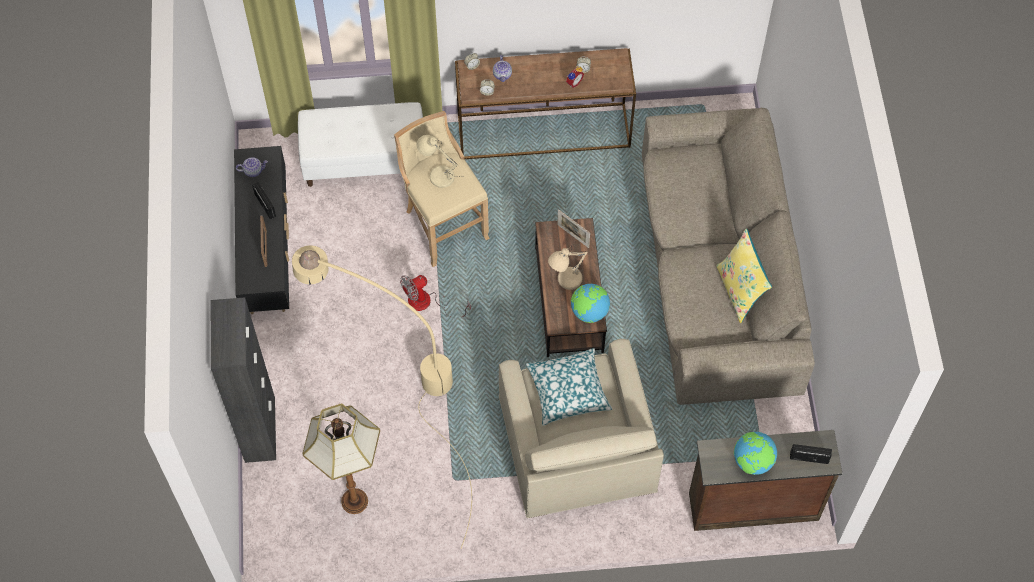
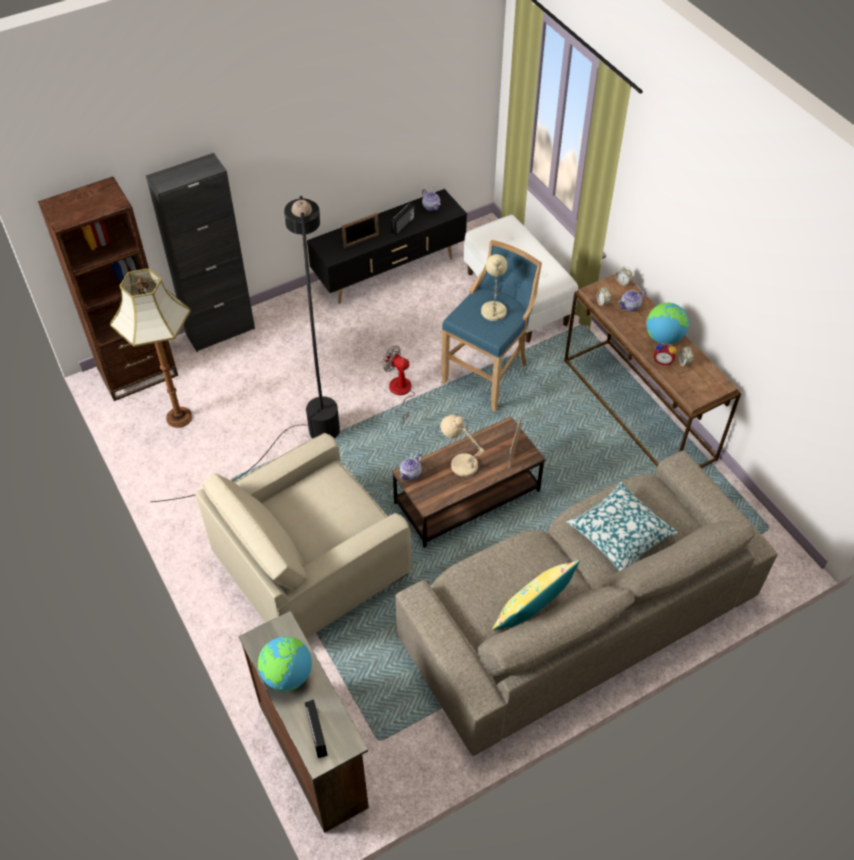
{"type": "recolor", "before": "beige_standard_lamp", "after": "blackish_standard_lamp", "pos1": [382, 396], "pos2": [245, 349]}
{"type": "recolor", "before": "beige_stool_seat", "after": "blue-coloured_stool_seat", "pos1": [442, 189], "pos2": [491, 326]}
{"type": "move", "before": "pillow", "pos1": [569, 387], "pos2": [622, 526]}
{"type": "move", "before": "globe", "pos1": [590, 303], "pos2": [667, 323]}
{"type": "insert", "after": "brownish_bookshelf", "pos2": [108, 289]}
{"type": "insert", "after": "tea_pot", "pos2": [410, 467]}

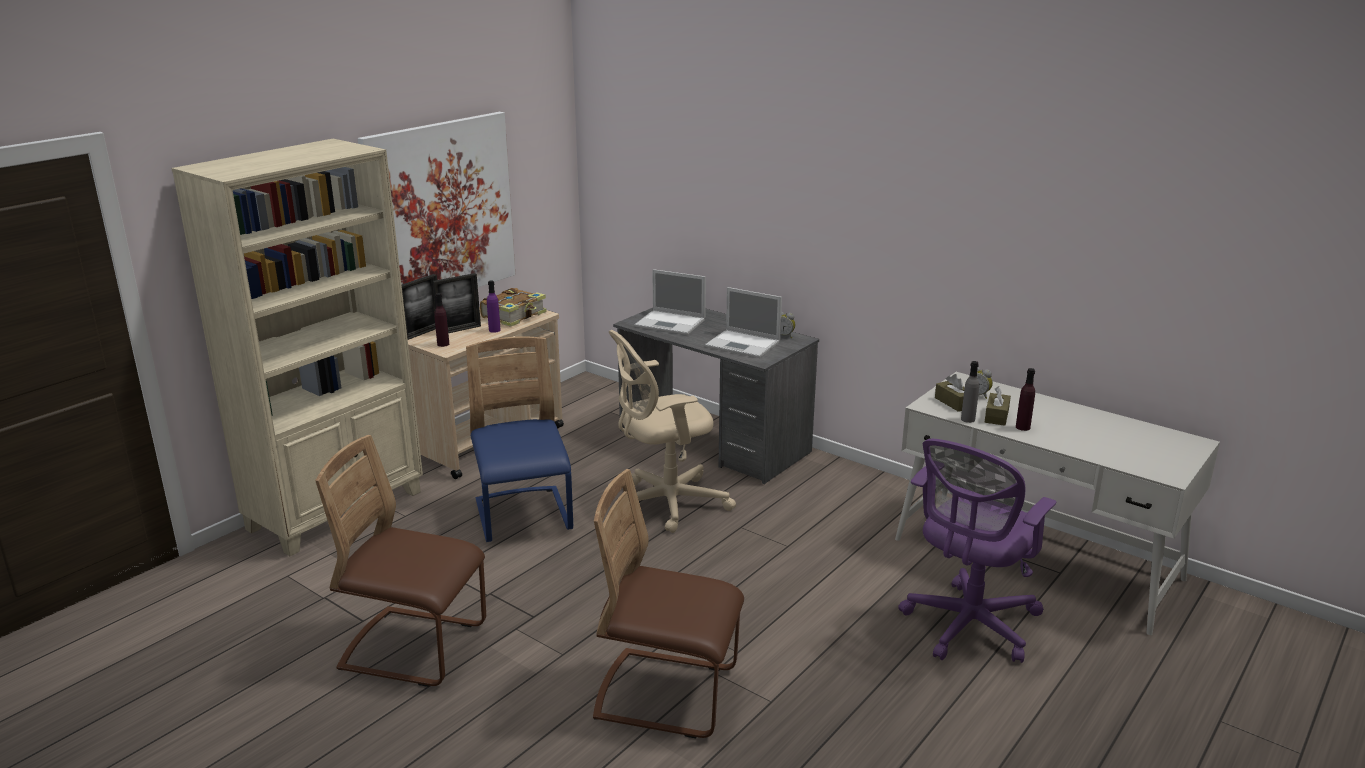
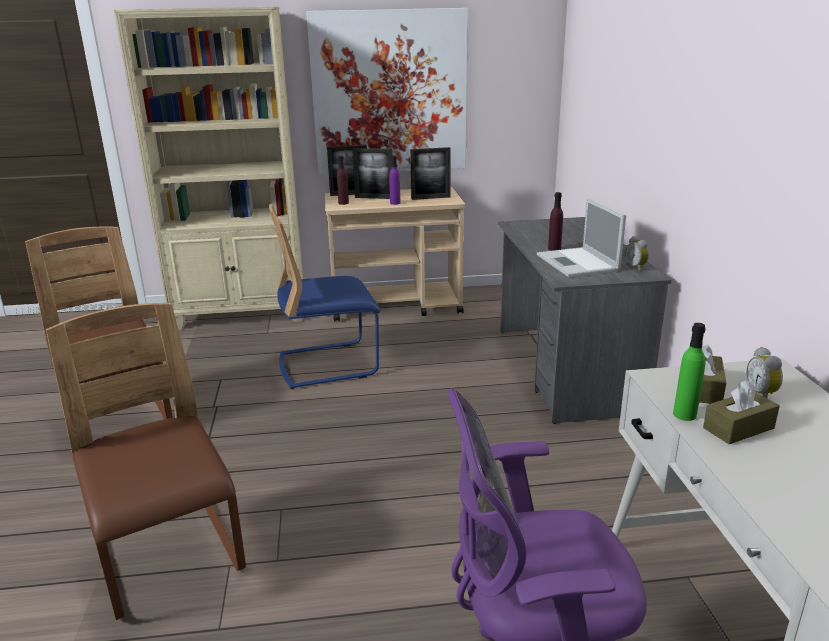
{"type": "rotate", "before": "blue-coloured_chair", "pos1": [519, 439], "pos2": [324, 296], "turn": -135}
{"type": "replace", "before": "bound_book", "after": "photo_frame", "pos1": [513, 307], "pos2": [430, 173]}
{"type": "delete", "before": "beige_desk_chair", "pos1": [672, 431]}
{"type": "delete", "before": "laptop", "pos1": [670, 302]}
{"type": "recolor", "before": "greyish_beverage_bottle", "after": "green_beverage_bottle", "pos1": [970, 392], "pos2": [689, 372]}
{"type": "move", "before": "purple_beverage_bottle", "pos1": [1025, 399], "pos2": [555, 221]}

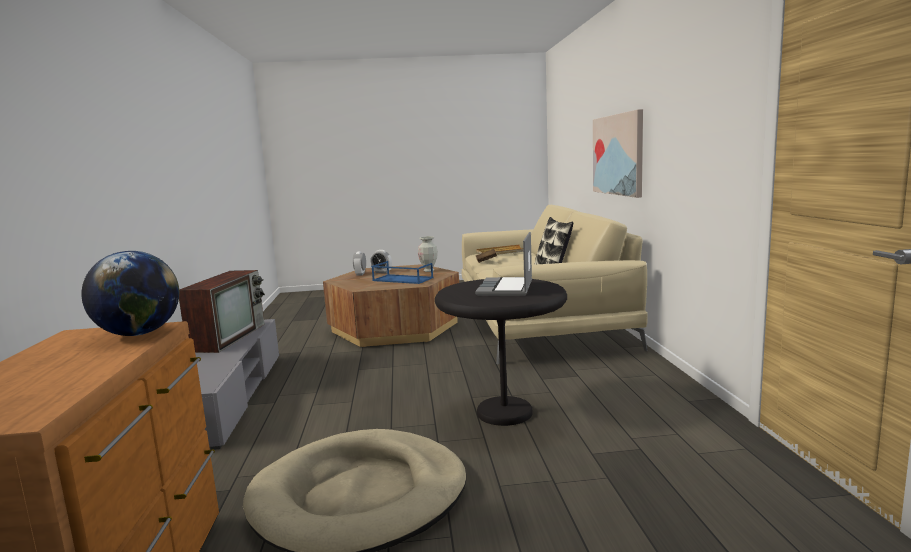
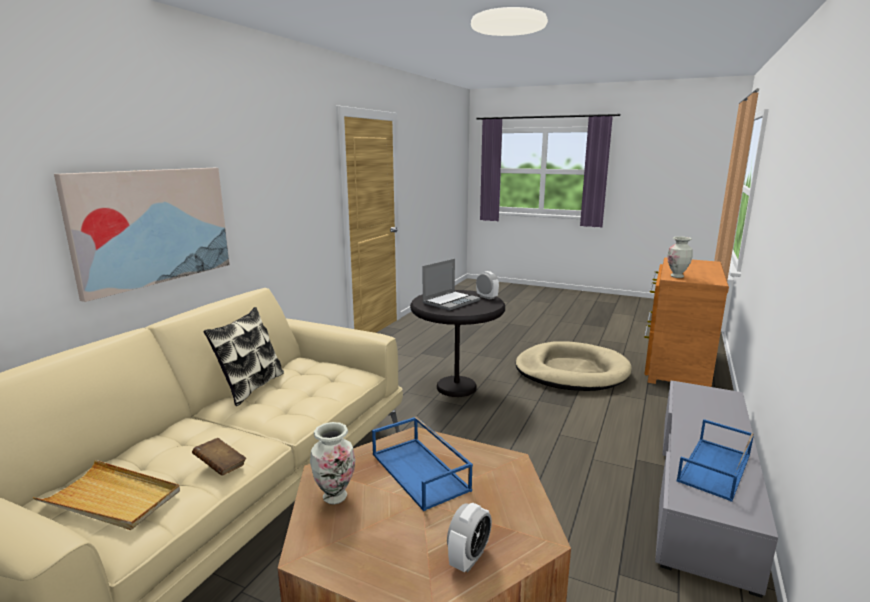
{"type": "replace", "before": "globe", "after": "flower_vase", "pos1": [130, 293], "pos2": [680, 257]}
{"type": "replace", "before": "television", "after": "blue-coloured_serving_tray", "pos1": [222, 311], "pos2": [715, 460]}
{"type": "move", "before": "alarm_clock", "pos1": [381, 261], "pos2": [487, 285]}

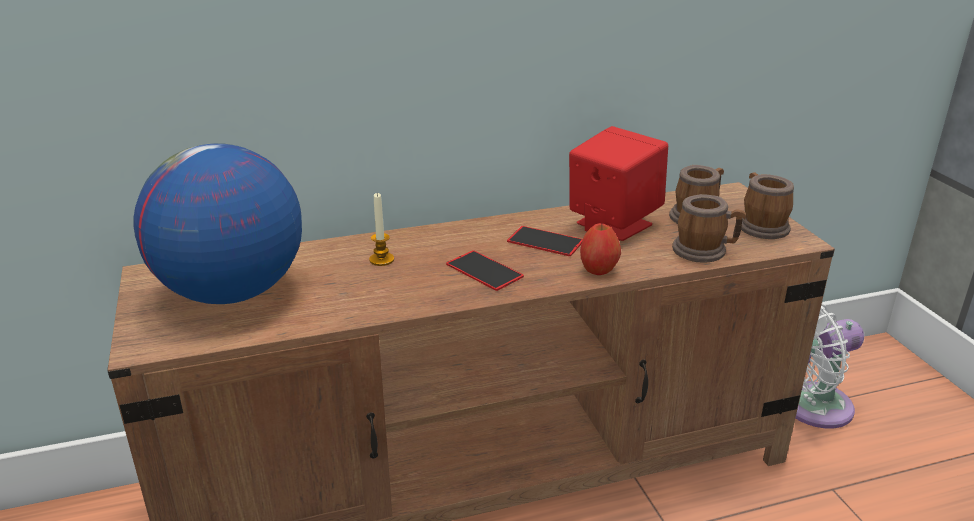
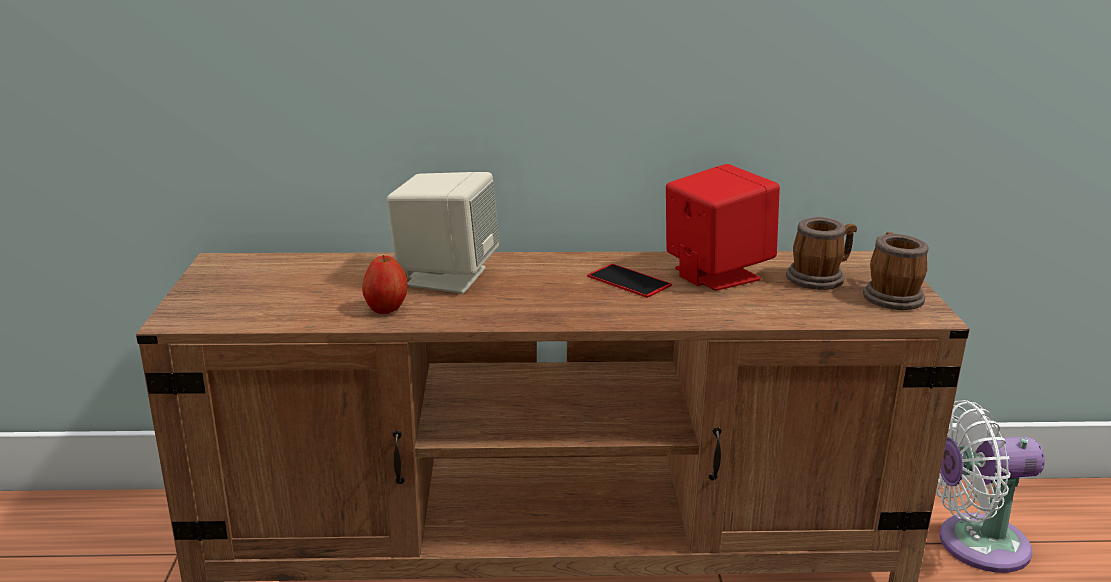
{"type": "delete", "before": "globe", "pos1": [218, 223]}
{"type": "replace", "before": "wax_candle", "after": "beige_speaker", "pos1": [381, 229], "pos2": [443, 233]}
{"type": "delete", "before": "handset", "pos1": [485, 270]}
{"type": "move", "before": "apple", "pos1": [600, 249], "pos2": [385, 284]}
{"type": "delete", "before": "tea_mug", "pos1": [709, 228]}

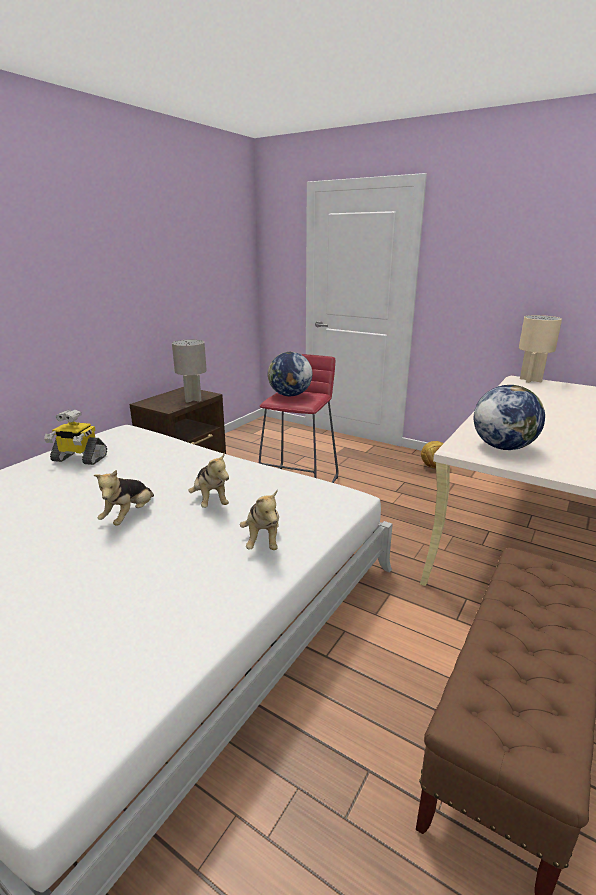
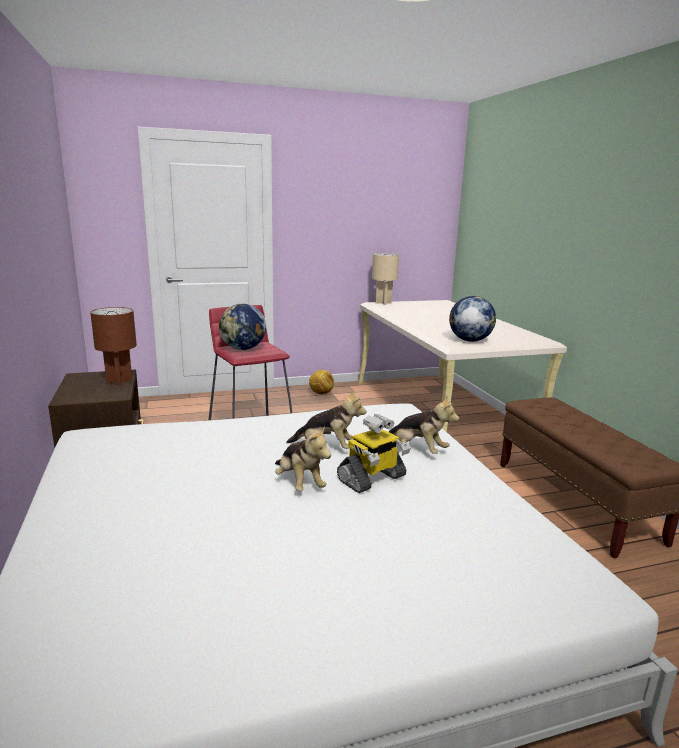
{"type": "move", "before": "toy_robot", "pos1": [75, 437], "pos2": [374, 453]}
{"type": "recolor", "before": "greyish_table_lamp", "after": "brownish_table_lamp", "pos1": [189, 371], "pos2": [113, 346]}

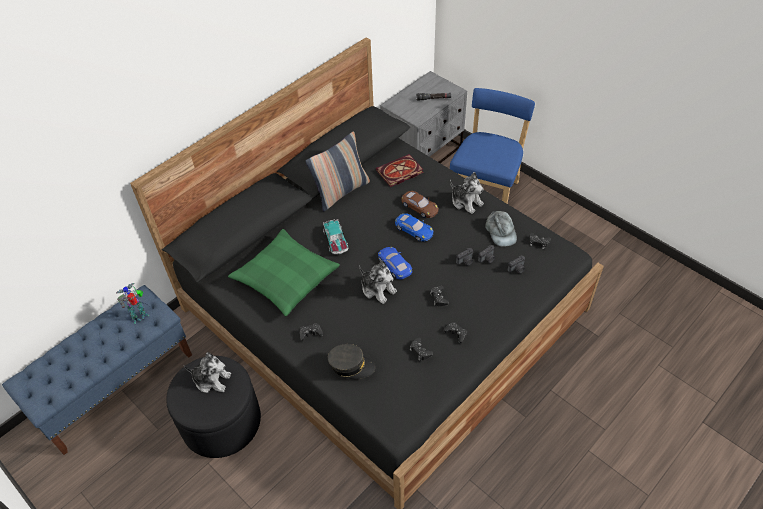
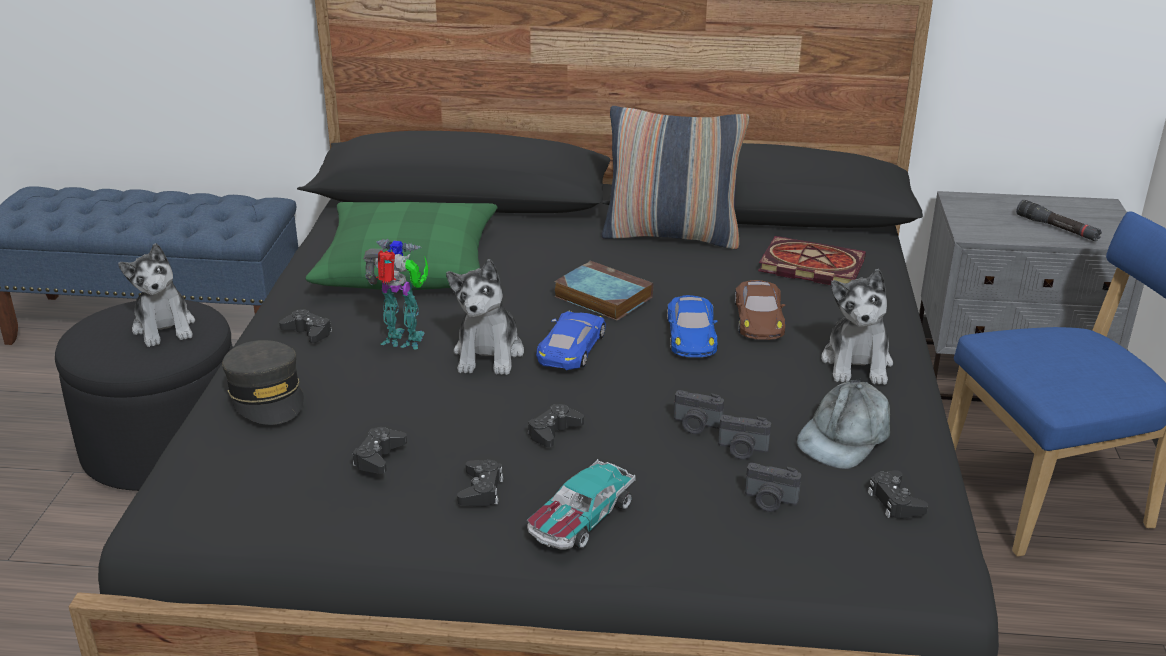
{"type": "move", "before": "toy_robot", "pos1": [132, 303], "pos2": [396, 293]}
{"type": "move", "before": "miniature_car", "pos1": [335, 236], "pos2": [581, 504]}
{"type": "insert", "after": "bound_book", "pos2": [603, 291]}

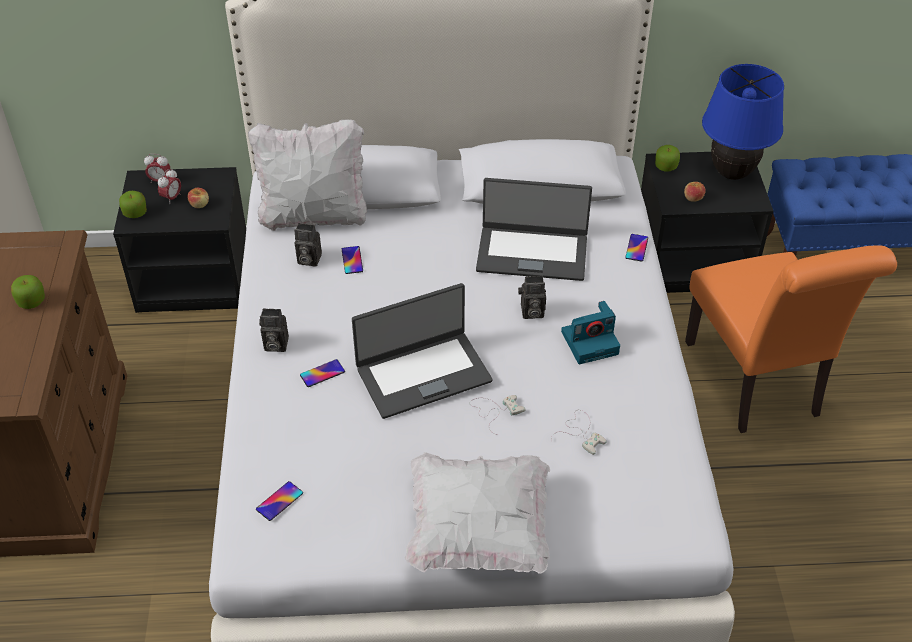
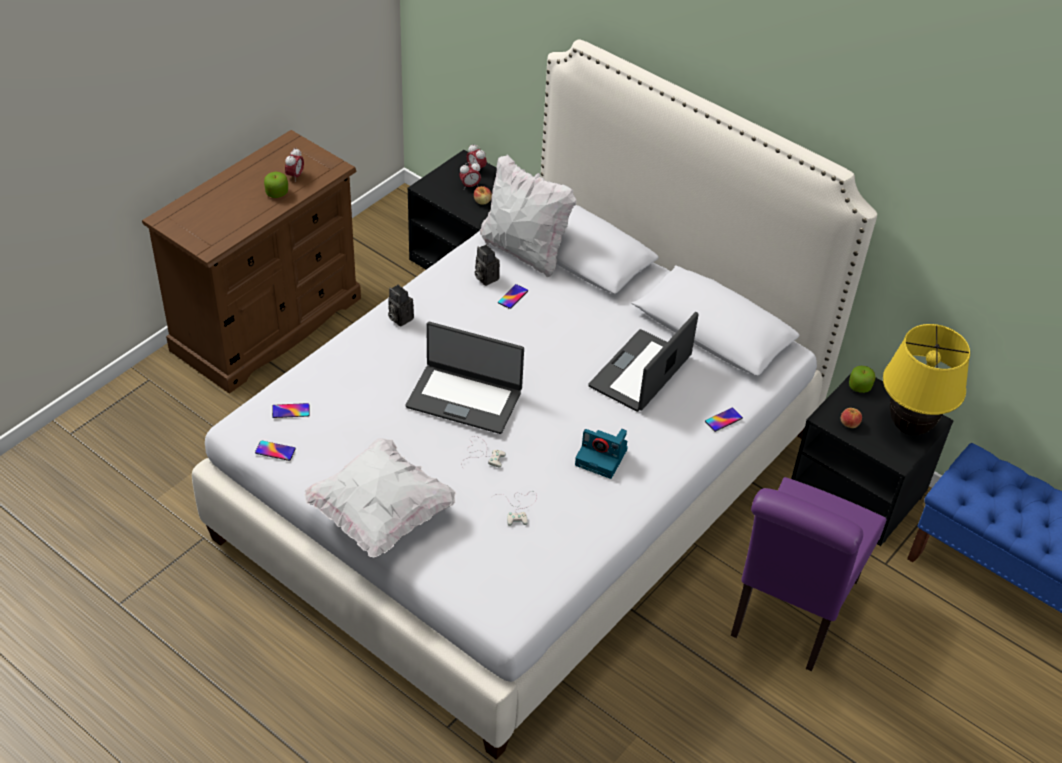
{"type": "delete", "before": "apple", "pos1": [133, 204]}
{"type": "move", "before": "handset", "pos1": [322, 373], "pos2": [275, 451]}
{"type": "rotate", "before": "laptop", "pos1": [534, 229], "pos2": [643, 362], "turn": 75}
{"type": "delete", "before": "photo_camera", "pos1": [532, 297]}
{"type": "recolor", "before": "orange_chair", "after": "purple_chair", "pos1": [791, 339], "pos2": [809, 574]}
{"type": "recolor", "before": "blue-coloured_table_lamp", "after": "yellow-coloured_table_lamp", "pos1": [743, 122], "pos2": [926, 379]}
{"type": "insert", "after": "alarm_clock", "pos2": [294, 165]}

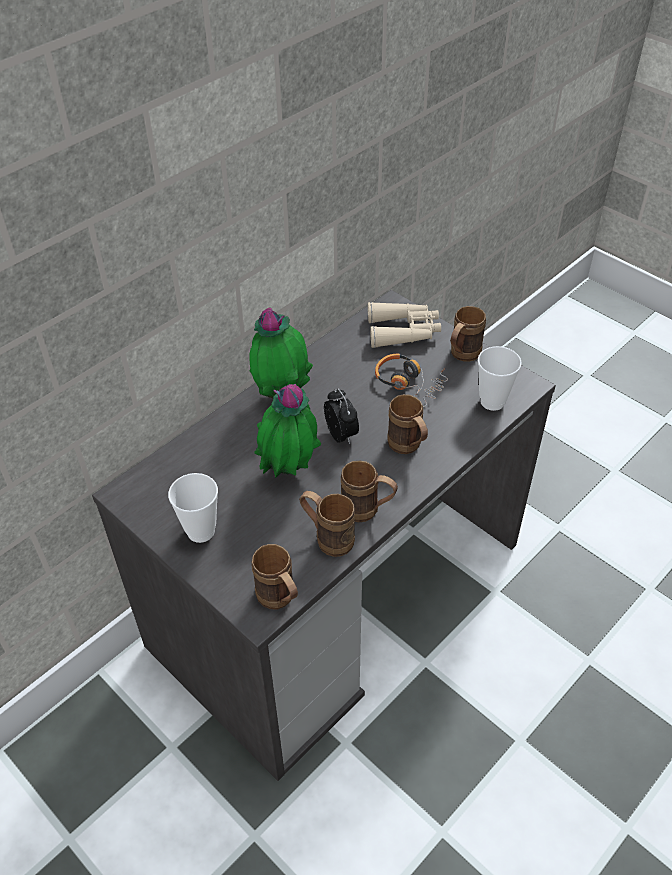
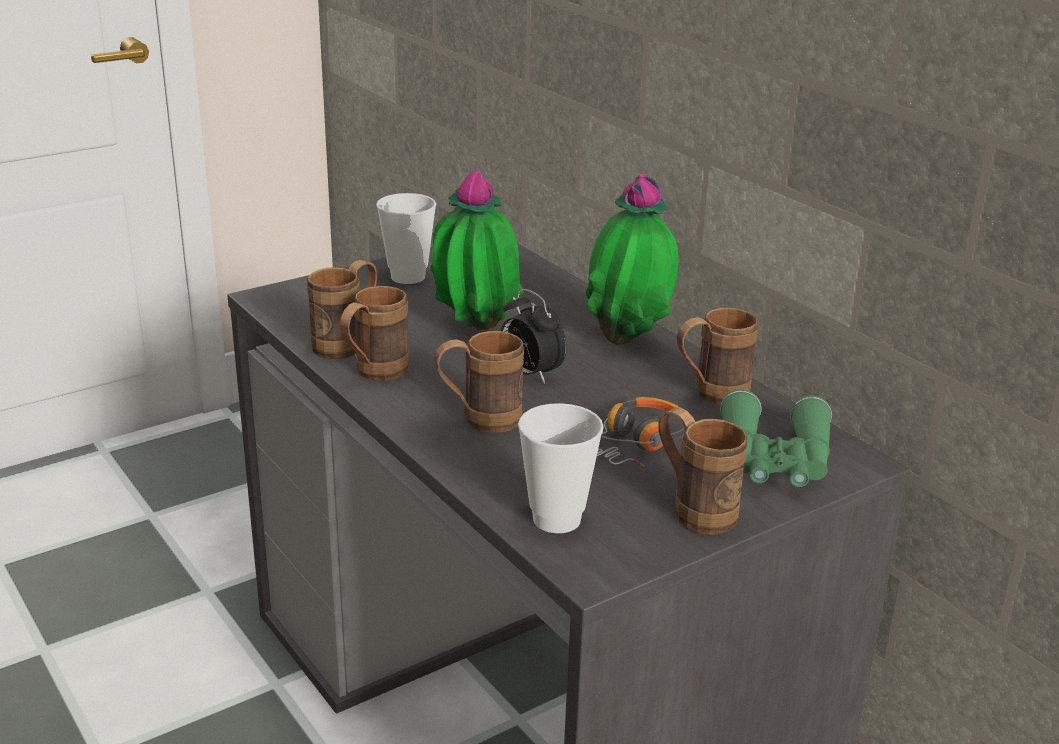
{"type": "move", "before": "brownish_tea_mug", "pos1": [275, 576], "pos2": [717, 356]}
{"type": "rotate", "before": "alarm_clock", "pos1": [341, 416], "pos2": [533, 336], "turn": 60}
{"type": "recolor", "before": "beige_binoculars", "after": "green_binoculars", "pos1": [404, 325], "pos2": [776, 438]}

